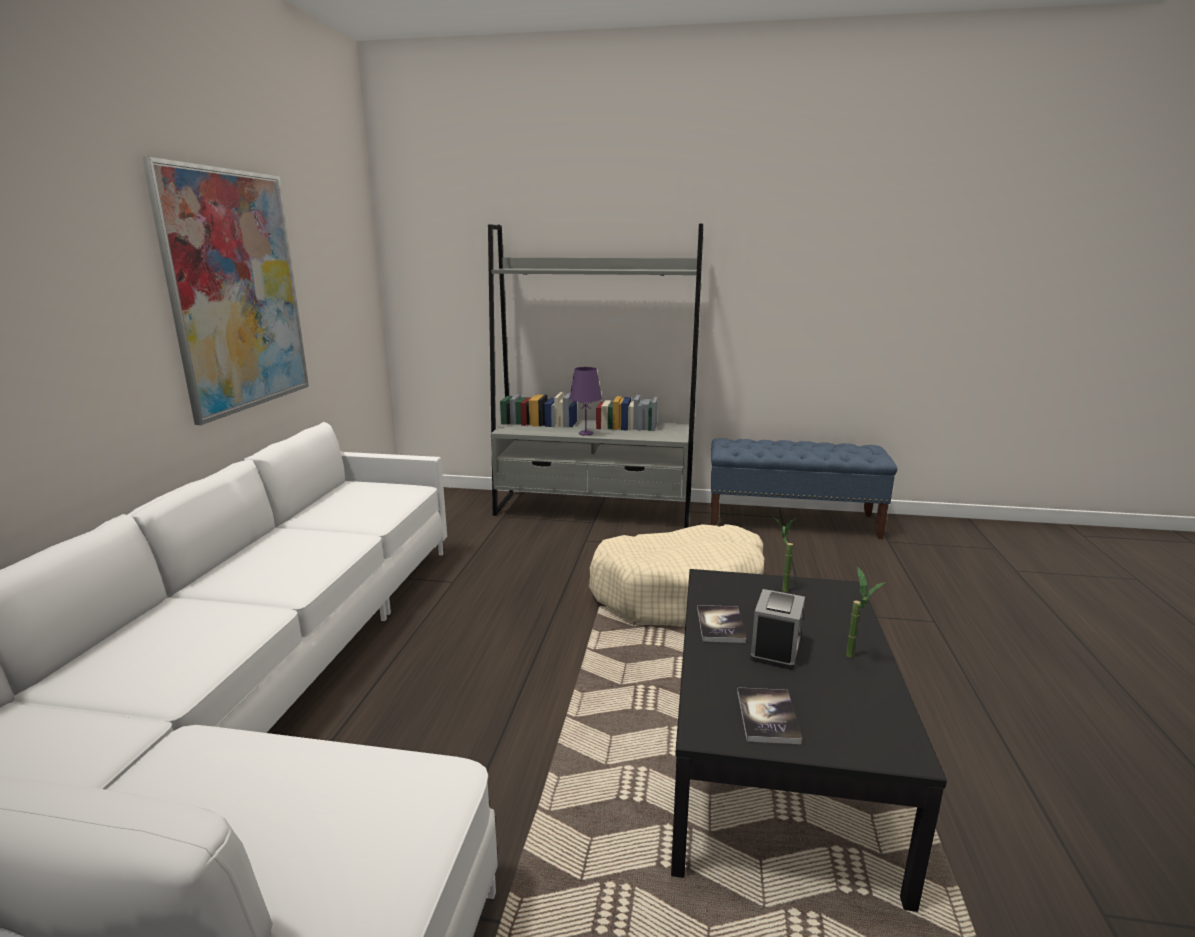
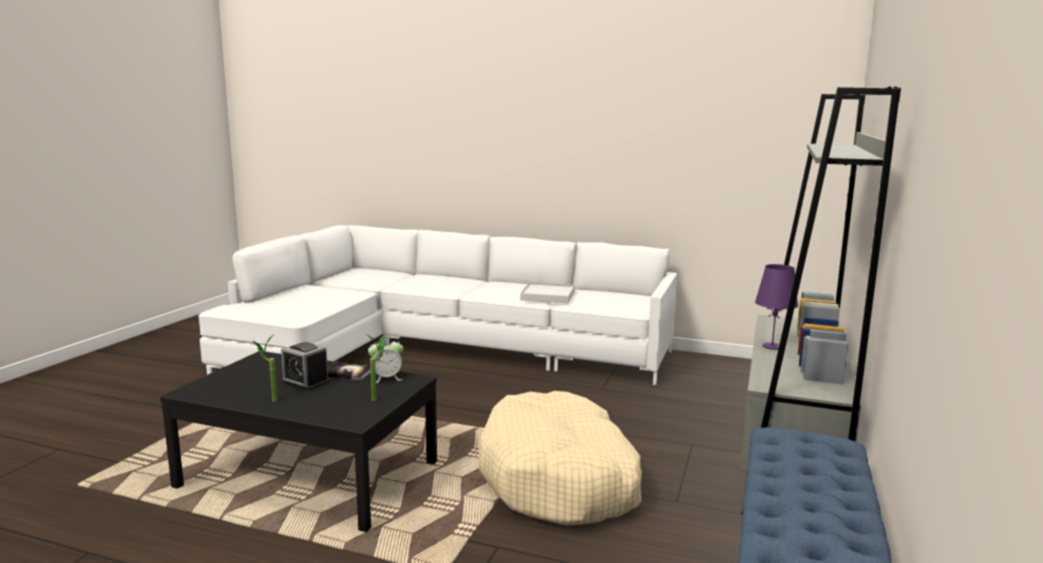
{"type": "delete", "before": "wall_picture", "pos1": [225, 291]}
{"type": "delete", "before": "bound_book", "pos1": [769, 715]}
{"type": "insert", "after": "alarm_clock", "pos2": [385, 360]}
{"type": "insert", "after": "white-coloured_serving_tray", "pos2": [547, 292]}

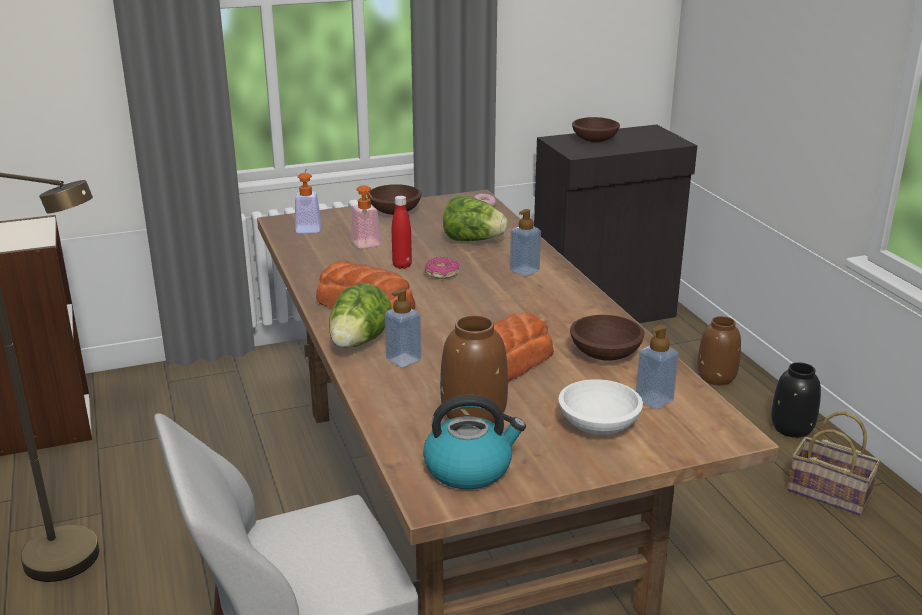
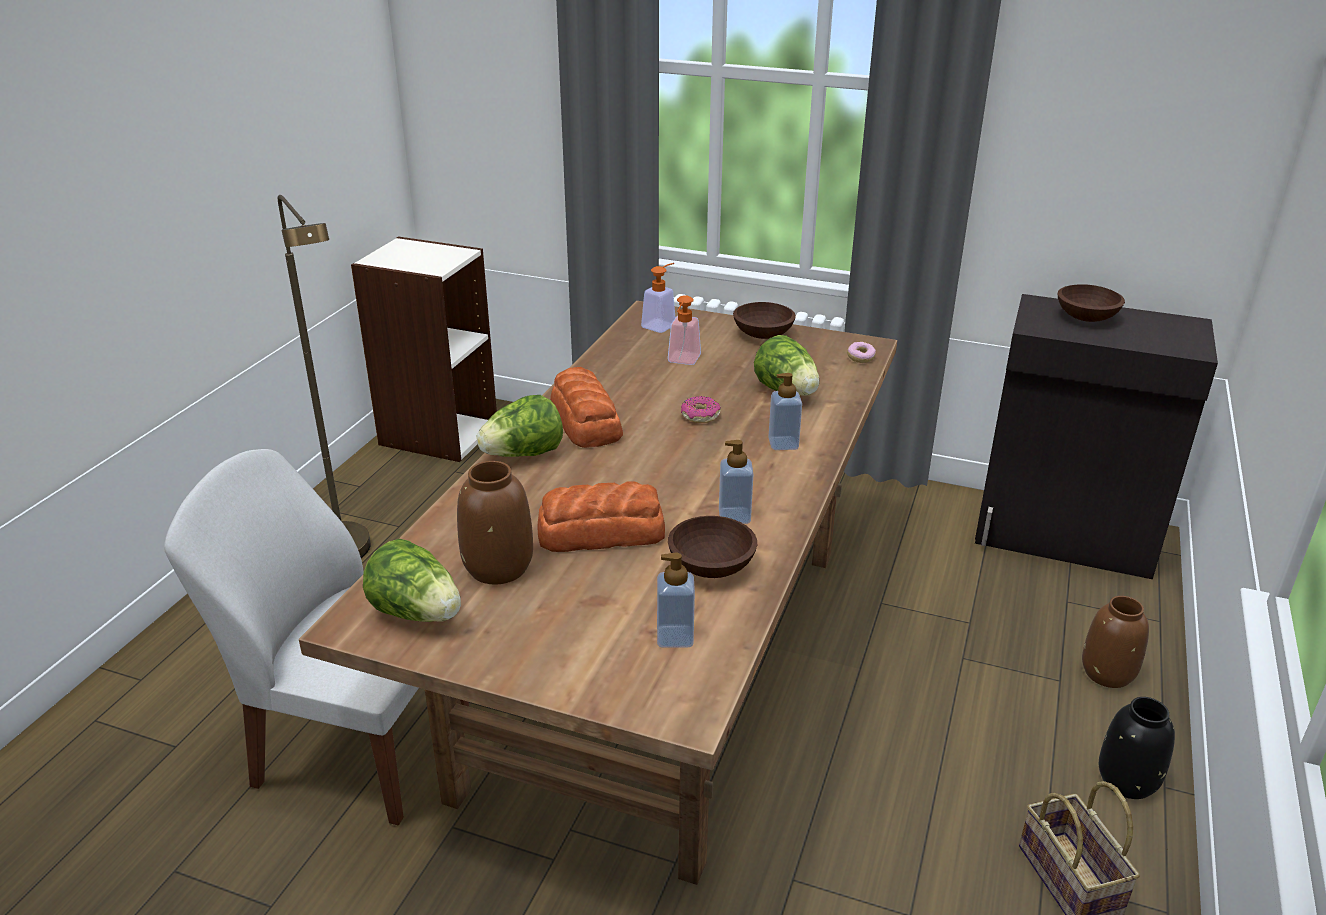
{"type": "move", "before": "soap_dispenser", "pos1": [402, 328], "pos2": [736, 482]}
{"type": "delete", "before": "red_beverage_bottle", "pos1": [402, 232]}
{"type": "replace", "before": "water_kettle", "after": "head_of_lettuce", "pos1": [474, 442], "pos2": [412, 580]}
{"type": "delete", "before": "white-coloured_serving_bowl", "pos1": [601, 407]}

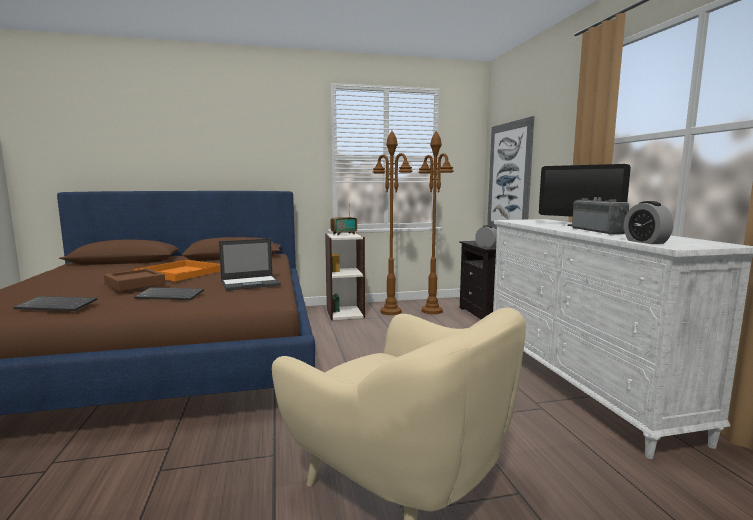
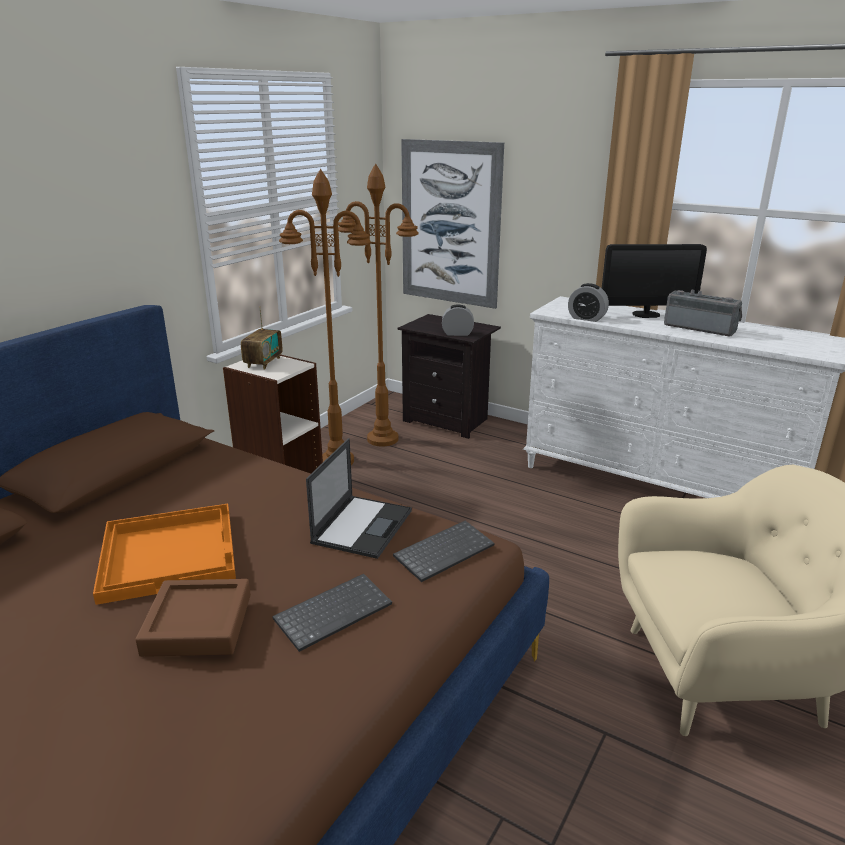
{"type": "move", "before": "computer_keyboard", "pos1": [55, 303], "pos2": [444, 551]}
{"type": "move", "before": "alarm_clock", "pos1": [648, 222], "pos2": [588, 302]}

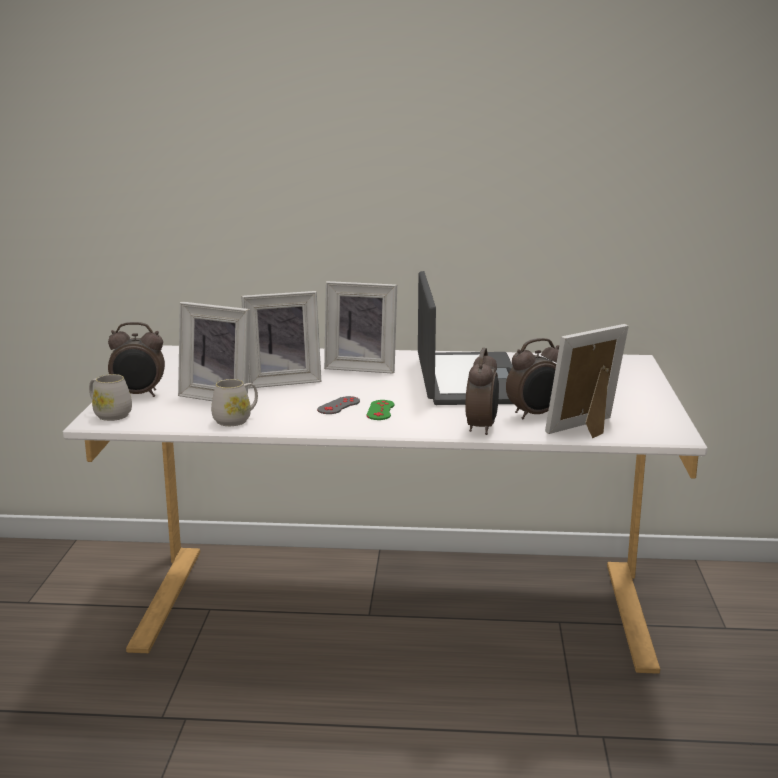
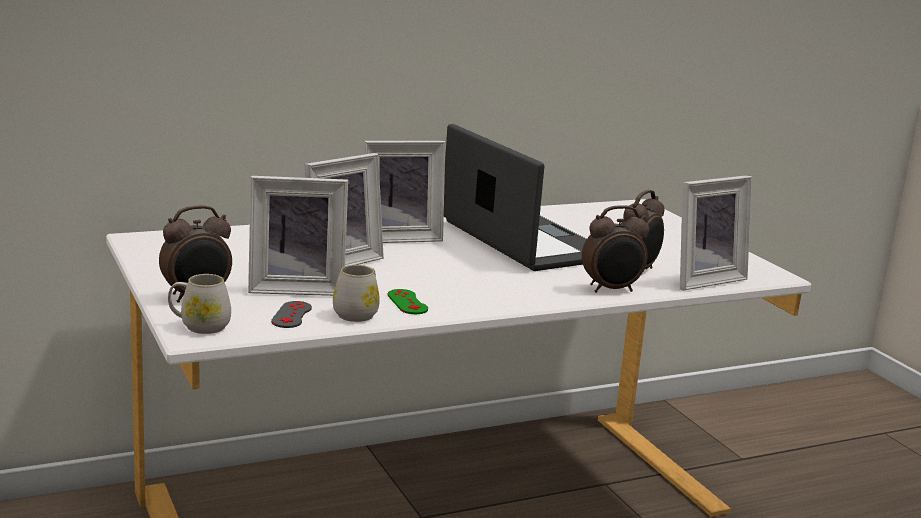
{"type": "move", "before": "greyish_joypad", "pos1": [338, 405], "pos2": [291, 314]}
{"type": "move", "before": "green_joypad", "pos1": [380, 410], "pos2": [408, 301]}
{"type": "rotate", "before": "alarm_clock", "pos1": [482, 391], "pos2": [615, 249], "turn": 90}
{"type": "rotate", "before": "photo_frame", "pos1": [587, 381], "pos2": [716, 232], "turn": -150}

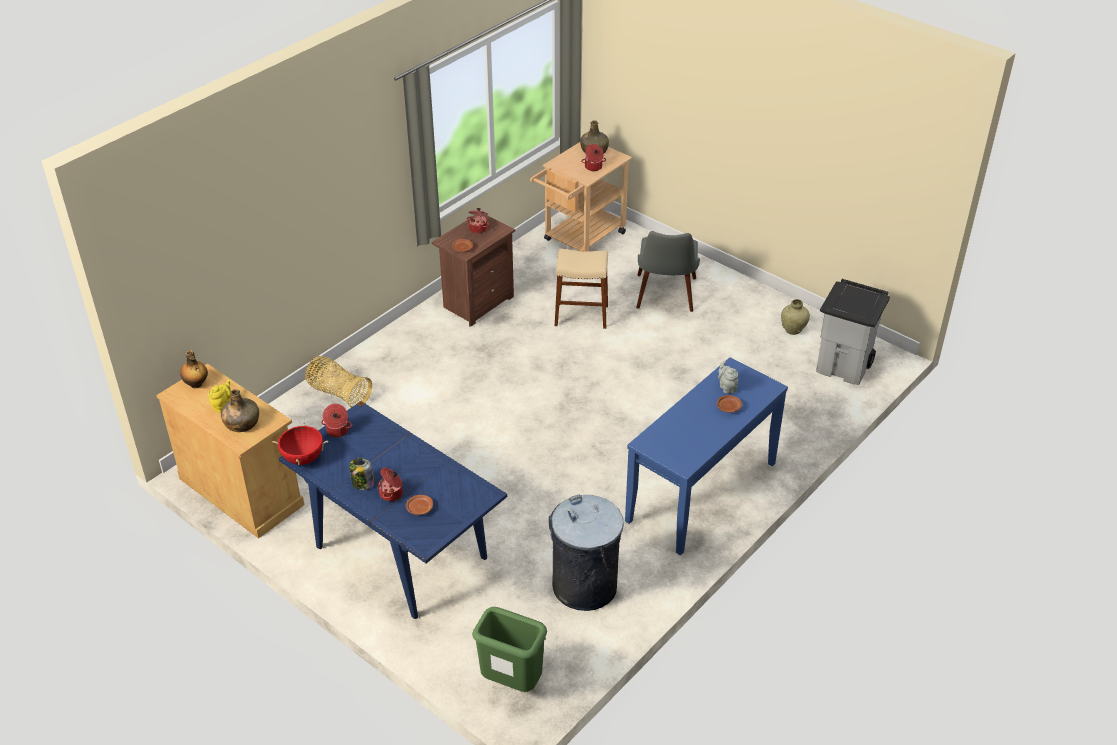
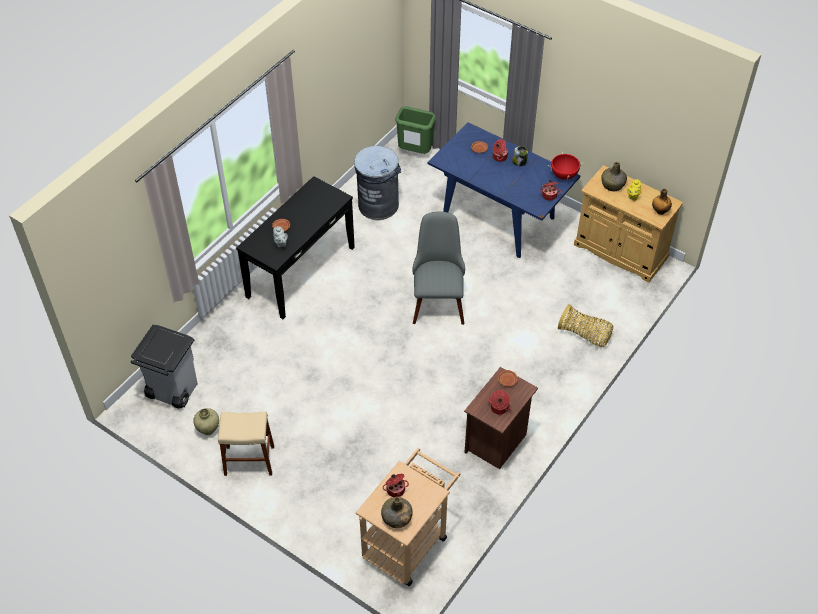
{"type": "move", "before": "beige_stool_seat", "pos1": [581, 289], "pos2": [246, 444]}
{"type": "recolor", "before": "blue-coloured_console_table", "after": "blackish_console_table", "pos1": [706, 456], "pos2": [295, 247]}
{"type": "move", "before": "greyish_chair", "pos1": [668, 271], "pos2": [438, 268]}

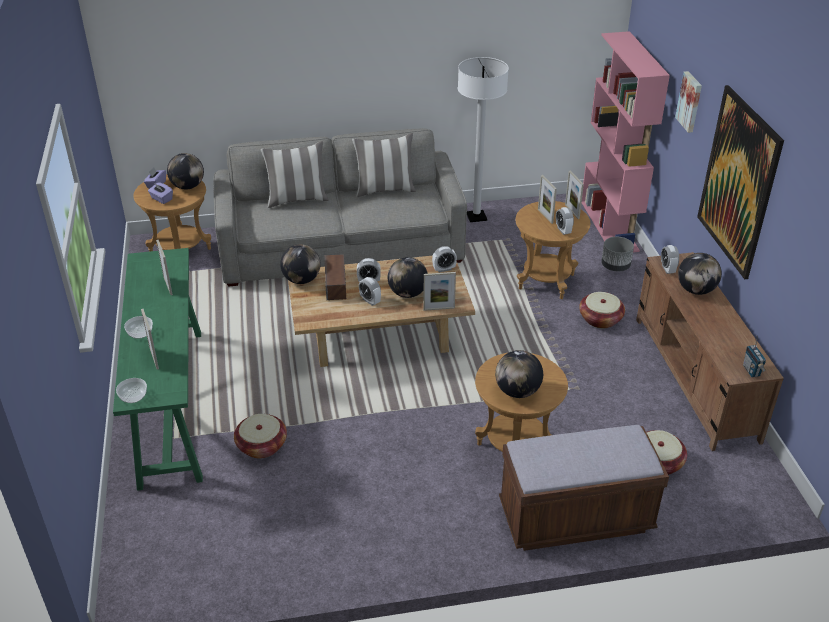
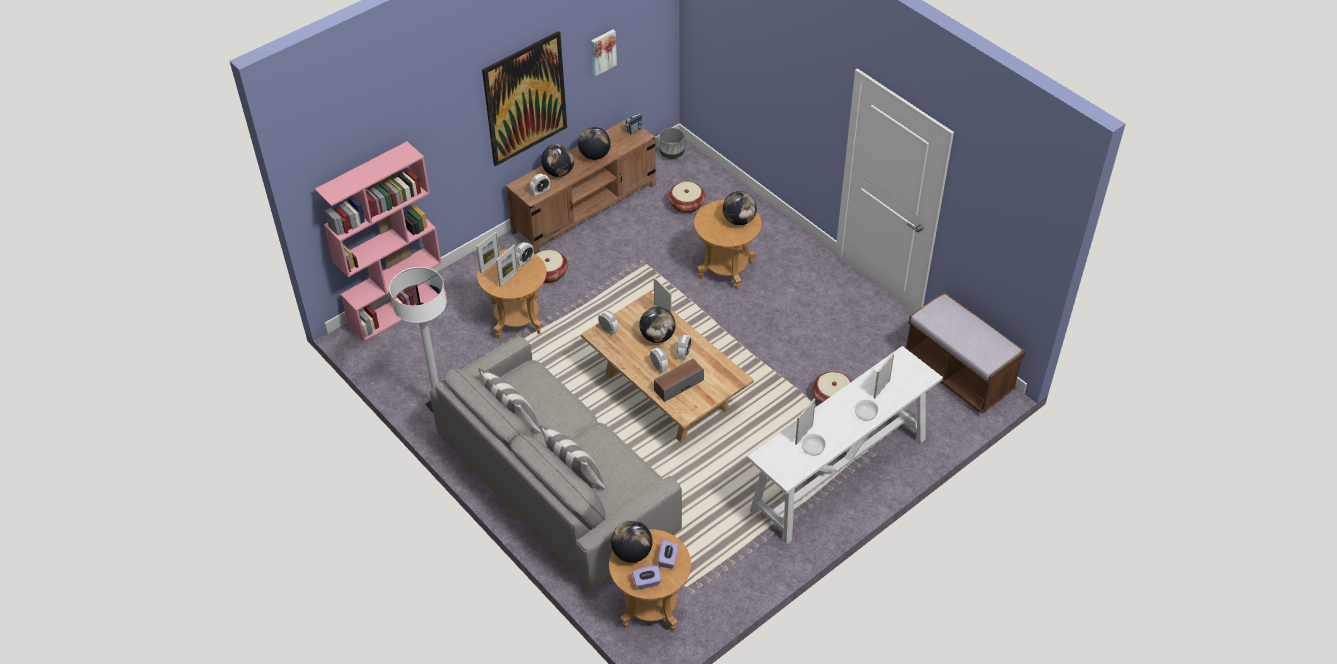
{"type": "recolor", "before": "green_console_table", "after": "white-coloured_console_table", "pos1": [158, 369], "pos2": [845, 445]}
{"type": "move", "before": "serving_bowl", "pos1": [131, 390], "pos2": [814, 444]}
{"type": "move", "before": "globe", "pos1": [300, 264], "pos2": [594, 143]}
{"type": "move", "before": "brownish_indoor_bench", "pos1": [584, 488], "pos2": [966, 352]}
{"type": "move", "before": "greyish_flower_pot", "pos1": [617, 254], "pos2": [672, 143]}
{"type": "move", "before": "wall_picture", "pos1": [688, 102], "pos2": [604, 52]}

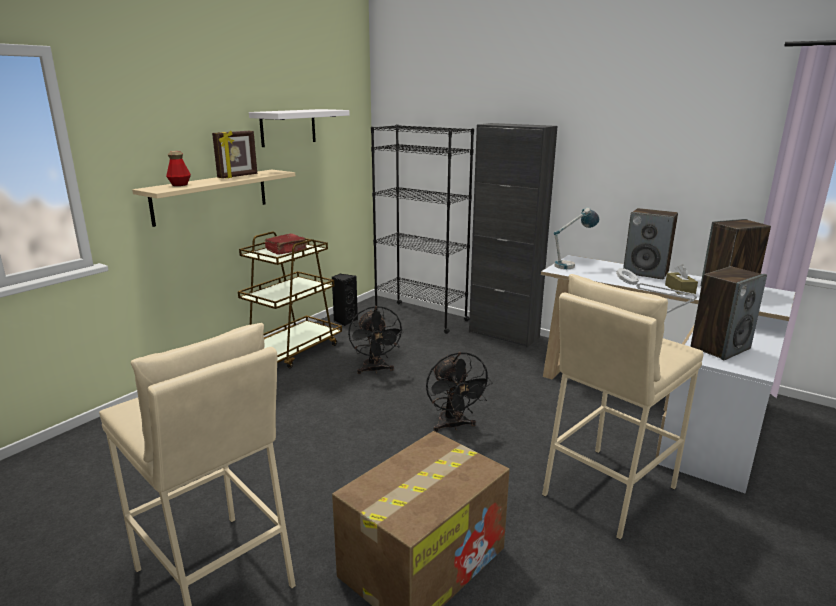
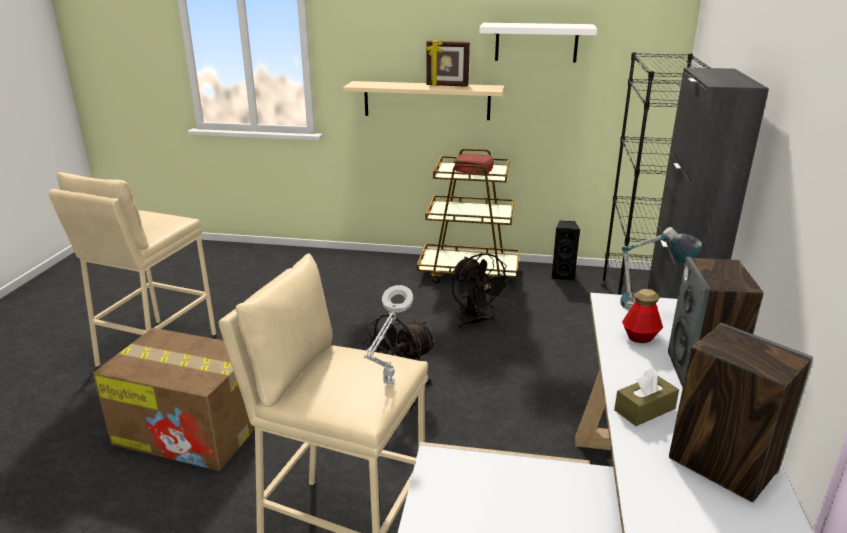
{"type": "move", "before": "beverage_bottle", "pos1": [178, 168], "pos2": [642, 316]}
{"type": "rotate", "before": "blackish_fan", "pos1": [376, 340], "pos2": [482, 291], "turn": -75}
{"type": "delete", "before": "speaker", "pos1": [728, 313]}

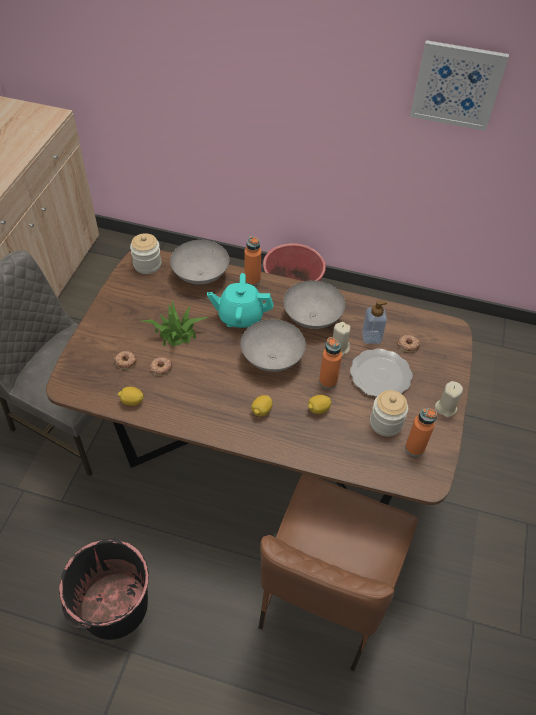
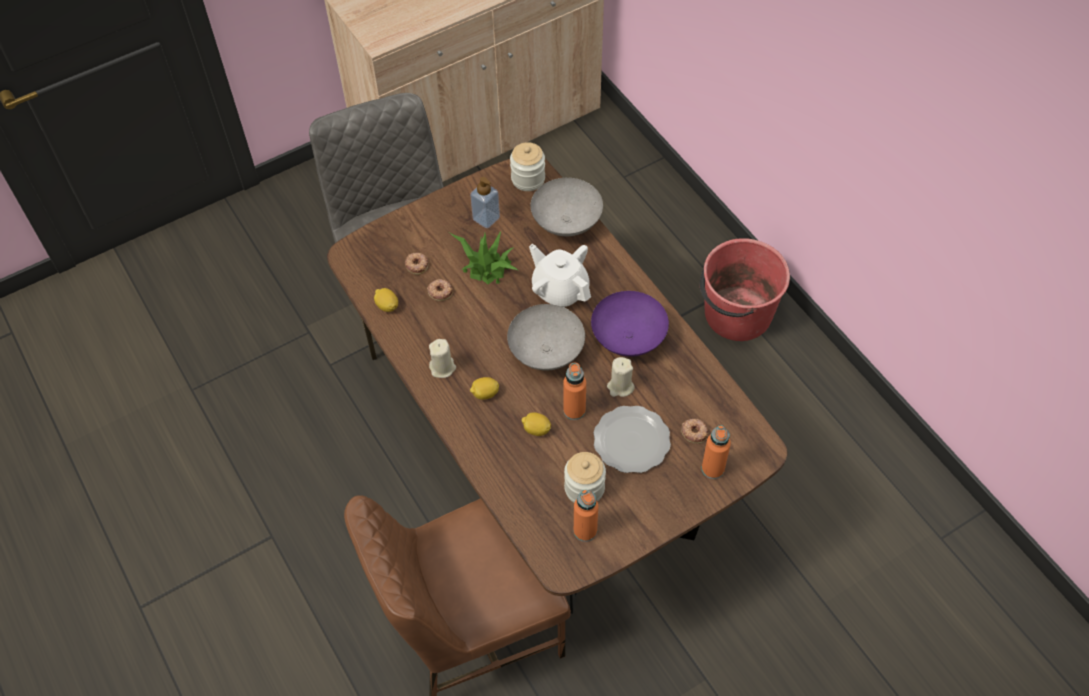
{"type": "delete", "before": "blackish_pail", "pos1": [104, 589]}
{"type": "recolor", "before": "blue-green_tea_pot", "after": "white-coloured_tea_pot", "pos1": [240, 300], "pos2": [560, 276]}
{"type": "move", "before": "orange_beverage_bottle", "pos1": [252, 261], "pos2": [716, 452]}
{"type": "recolor", "before": "greyish_serving_bowl", "after": "purple_serving_bowl", "pos1": [314, 304], "pos2": [630, 324]}
{"type": "move", "before": "soap_dispenser", "pos1": [374, 322], "pos2": [485, 202]}
{"type": "delete", "before": "wall_picture", "pos1": [459, 85]}
{"type": "move", "before": "beige_wax_candle", "pos1": [449, 399], "pos2": [442, 358]}

